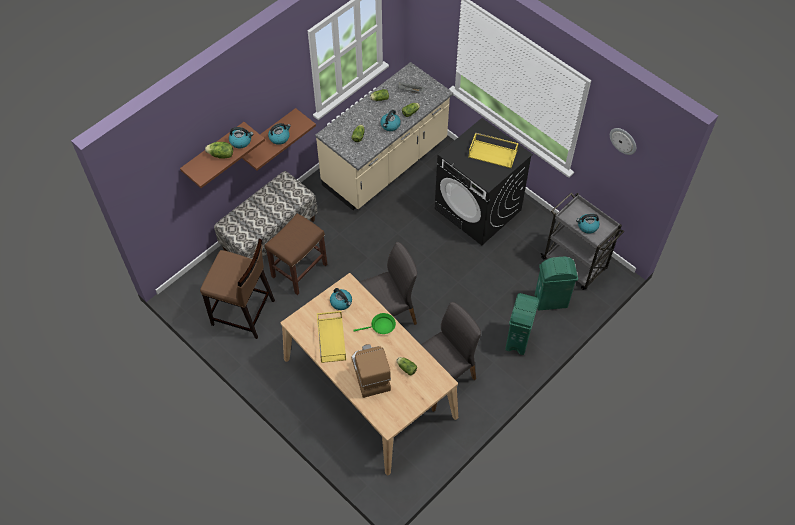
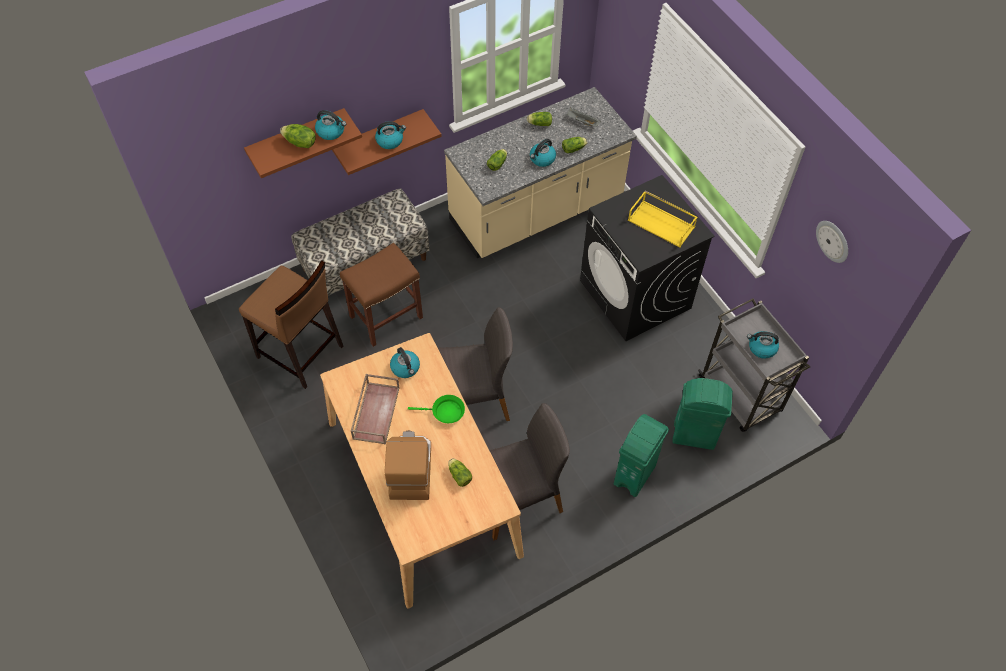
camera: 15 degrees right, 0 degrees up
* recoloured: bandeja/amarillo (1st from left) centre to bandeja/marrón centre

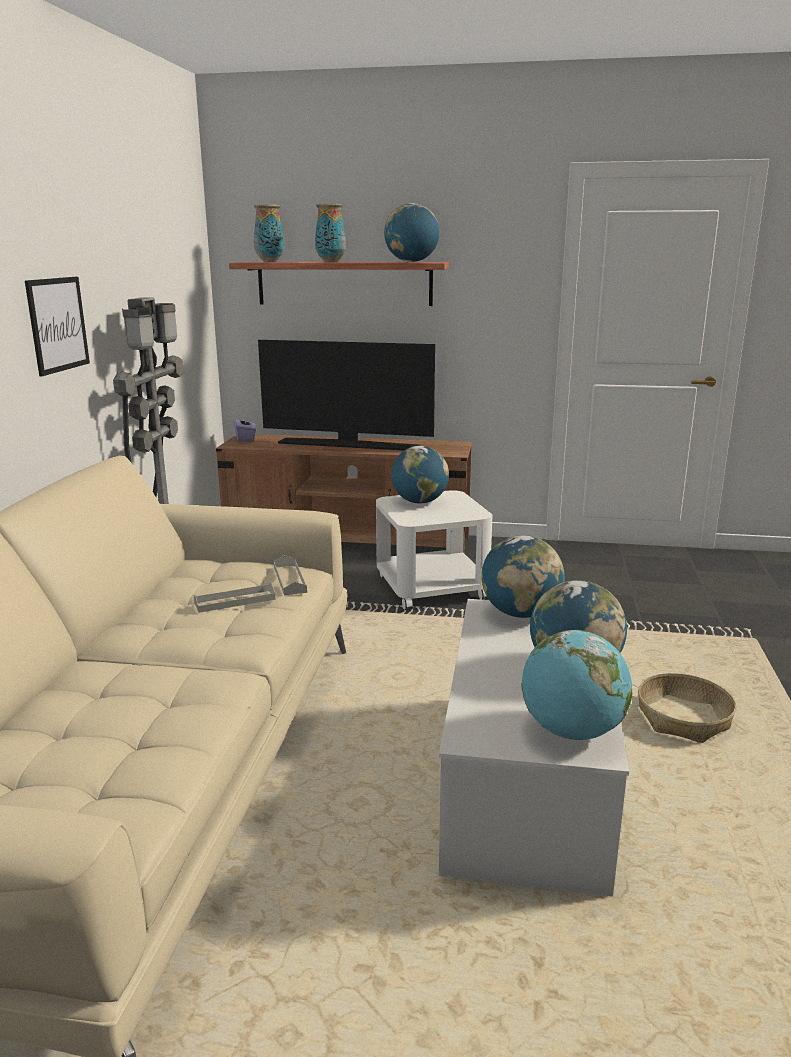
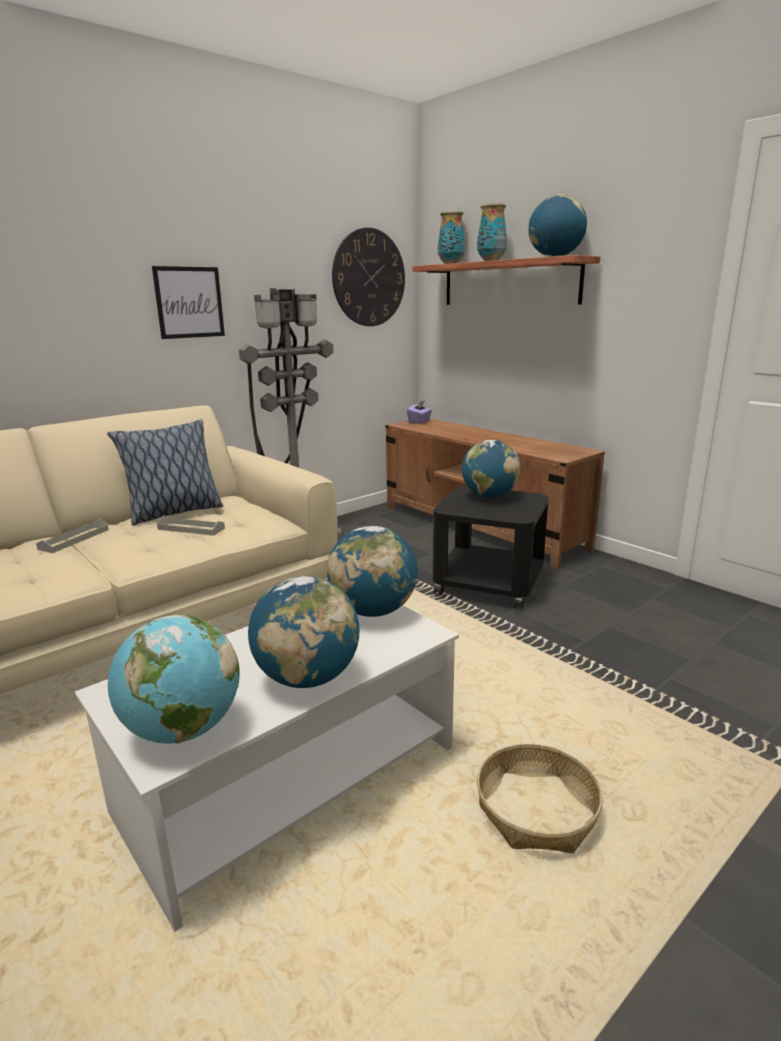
camera: 40 degrees right, 0 degrees up
* moved: bandeja/gris (2nd from left in the first image) centre to bandeja/gris (1st from left) middle left
* added: cojín middle left
* added: reloj de pared top centre
* recoloured: mesa auxiliar/blanco centre to mesa auxiliar/negro centre
* removed: televisor centre

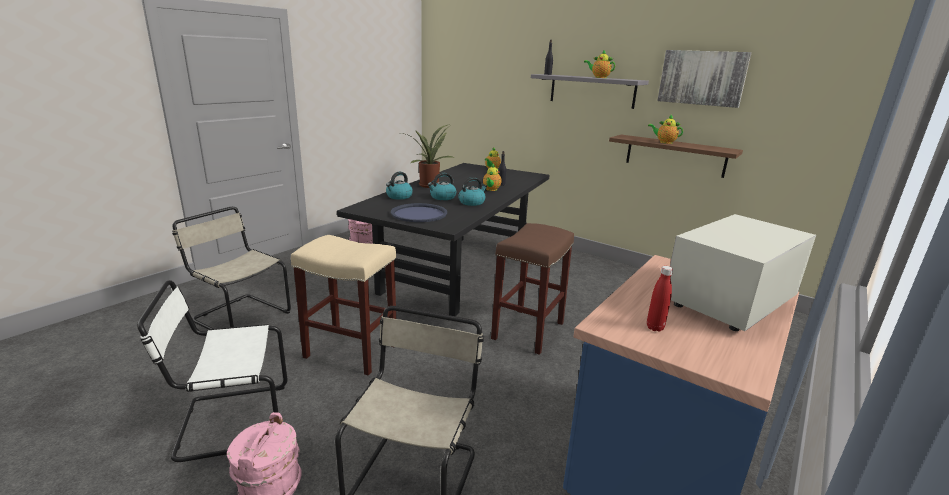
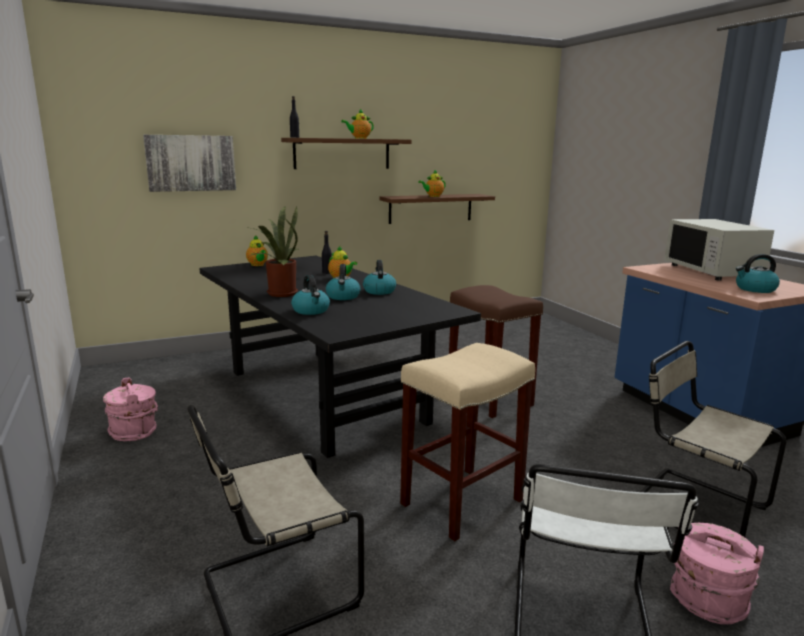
camera: 60 degrees left, 5 degrees down
* moved: cuadro top right to top left
* recoloured: estante/gris top centre to estante/marrón (1st from left) top centre
* replaced: botella/rojo middle right to hervidor (4th from left) middle right
* removed: bandeja/azul centre

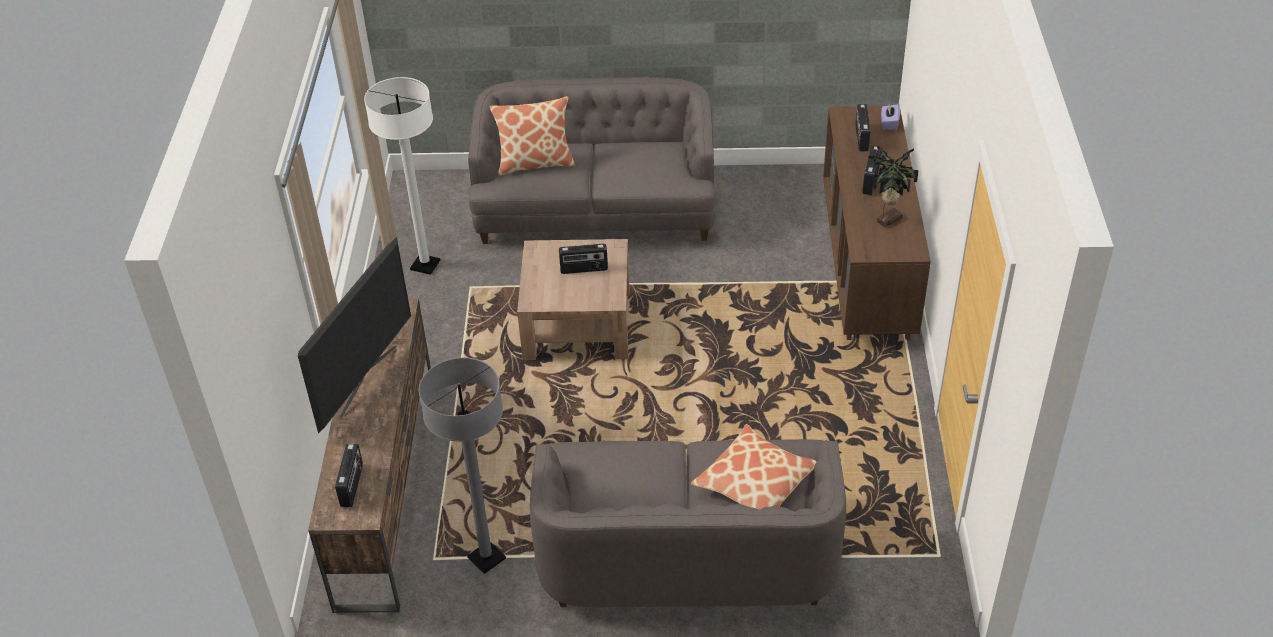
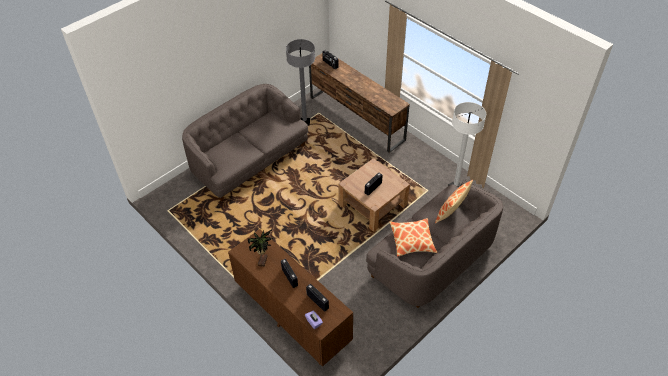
camera: 135 degrees right, 5 degrees up
* moved: cojín (2nd from left in the first image) bottom centre to cojín (1st from left) centre
* removed: televisor middle left

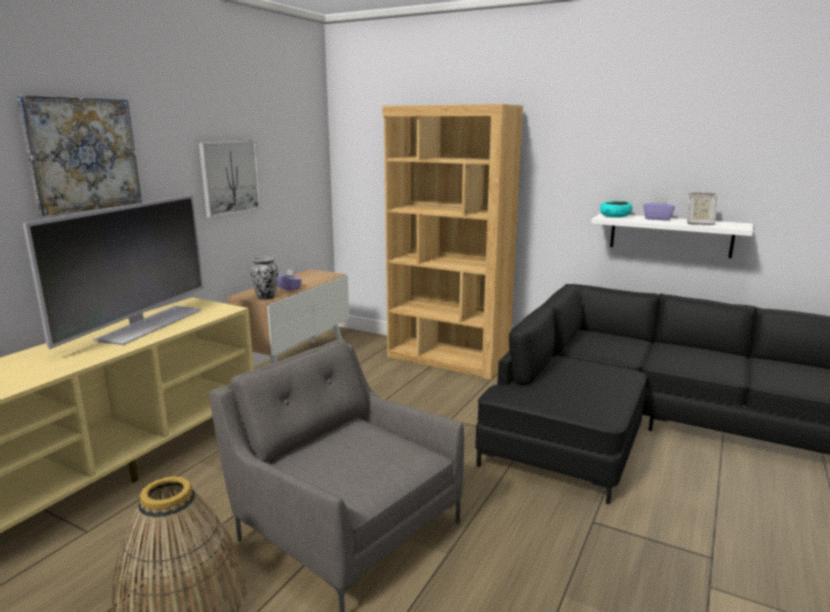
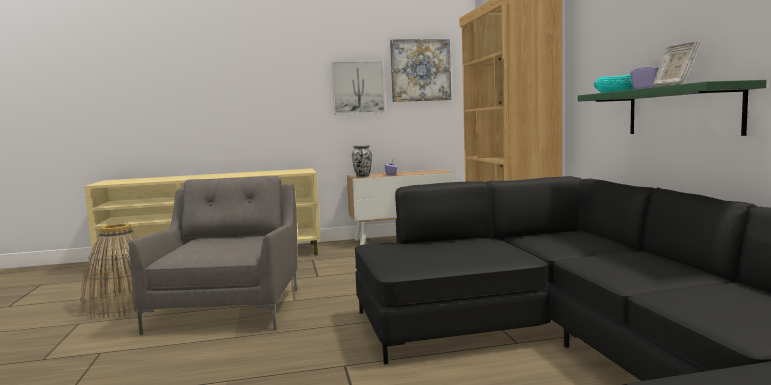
camera: 50 degrees right, 10 degrees down
* moved: cuadro (1st from left in the first image) top left to cuadro (2nd from left) top centre
* recoloured: estante/blanco middle right to estante/verde top right
* removed: televisor middle left

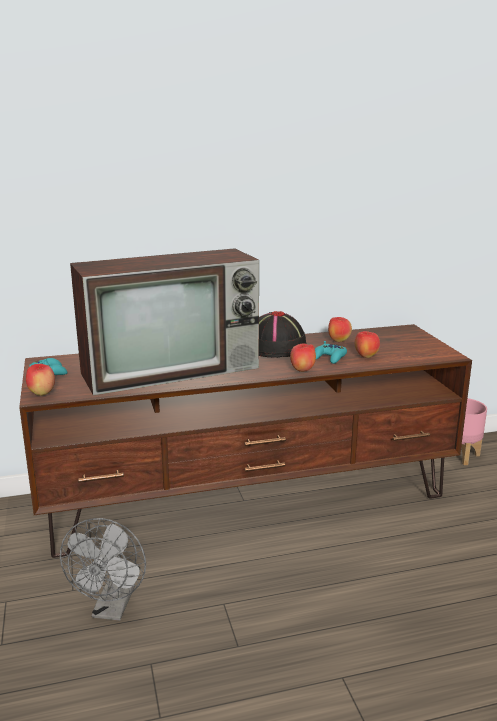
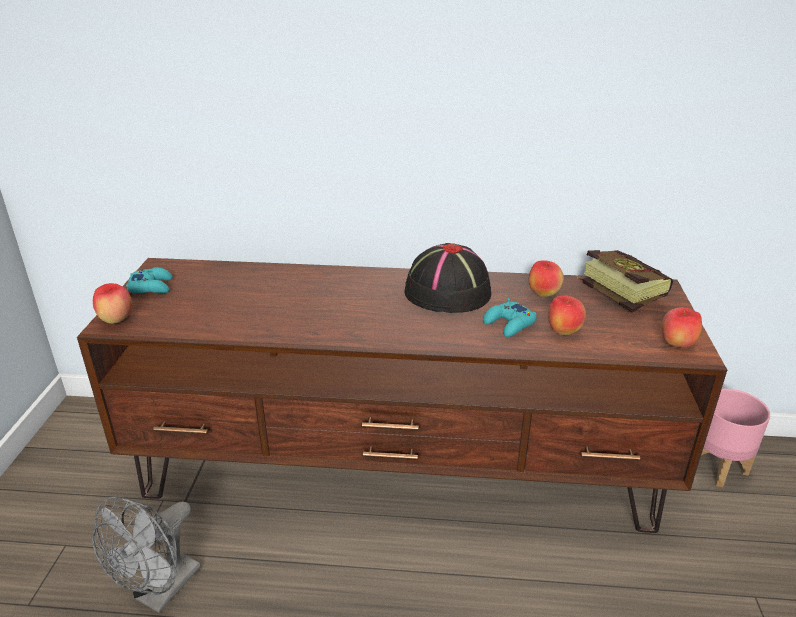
camera: 20 degrees right, 10 degrees up
* added: libro middle right
* moved: manzana (2nd from left in the first image) centre to manzana (4th from left) middle right
* removed: televisor middle left

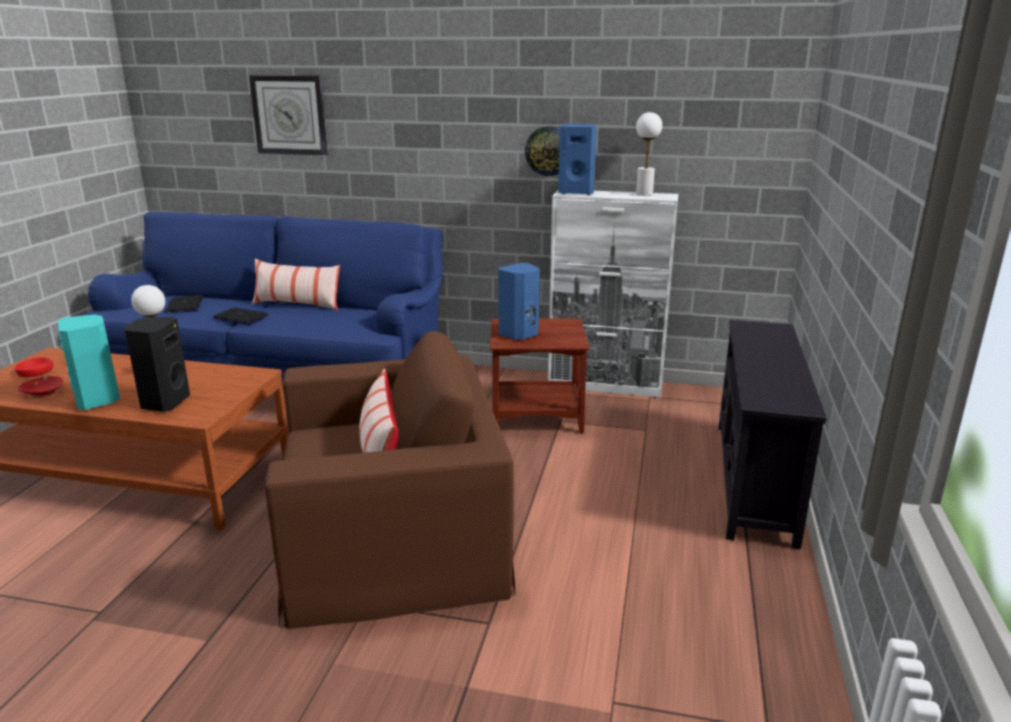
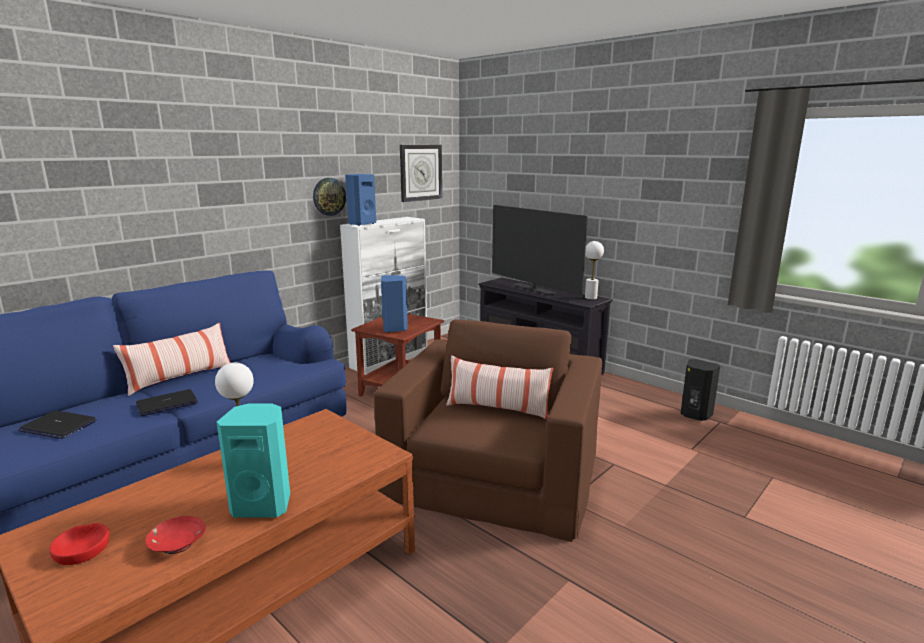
camera: 60 degrees left, 5 degrees down
* moved: reloj de pared (1st from left in the first image) top left to reloj de pared (2nd from left) top centre
* added: televisor centre
* moved: lámpara de mesa/blanco (2nd from left) top centre to centre
* moved: altavoz/negro middle left to middle right

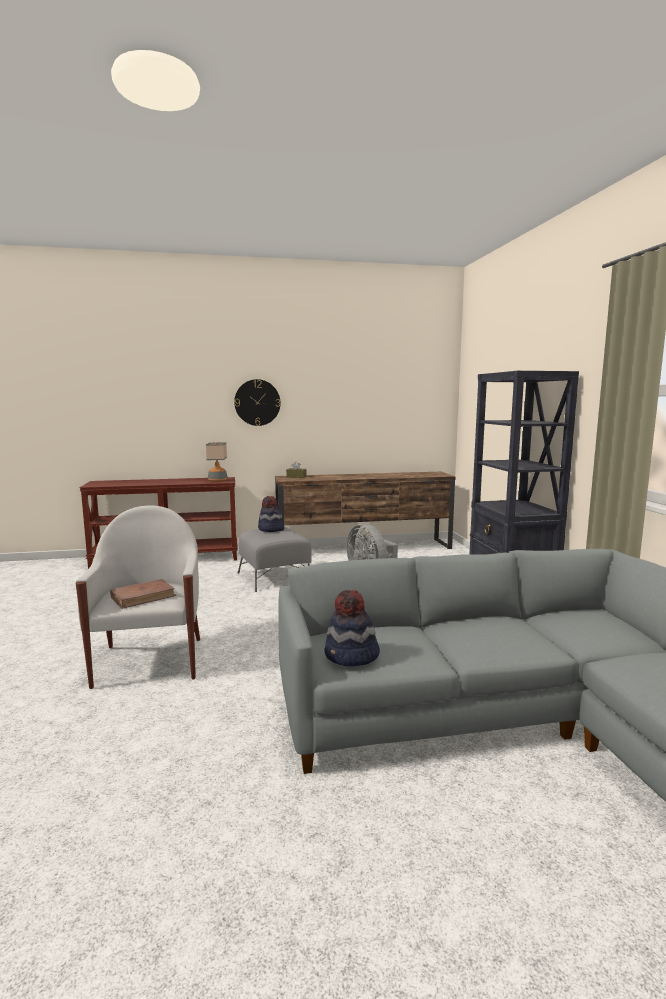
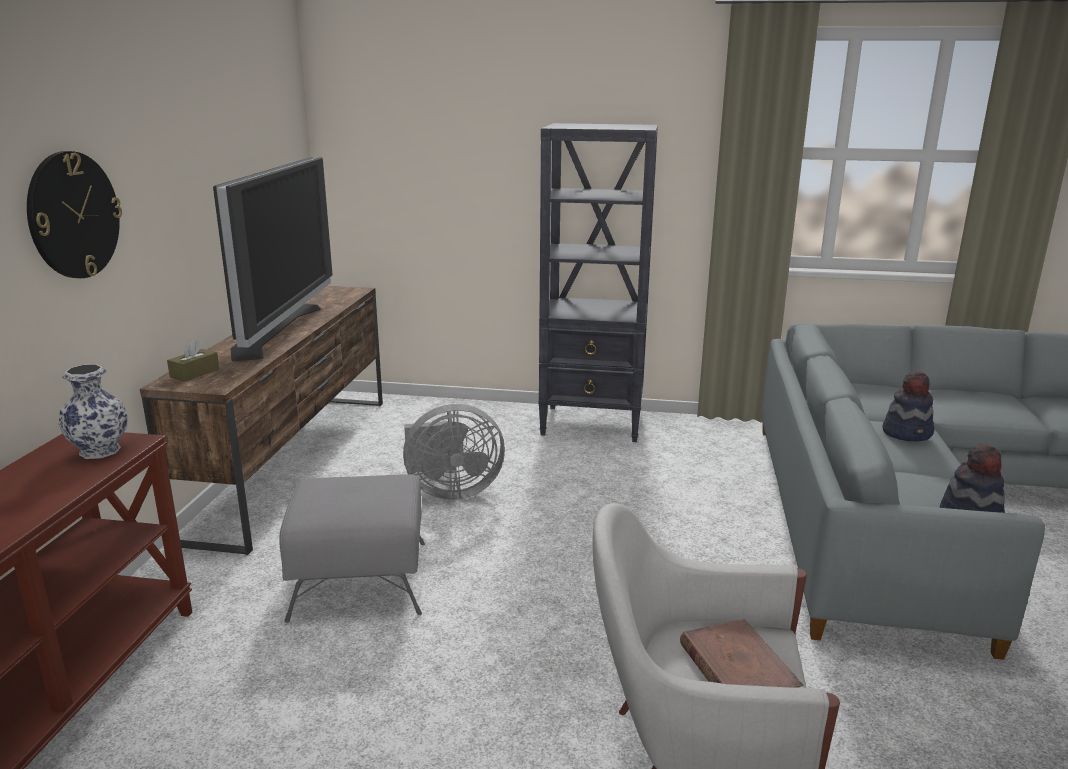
camera: 70 degrees left, 10 degrees up
* replaced: lámpara de mesa middle left to florero middle left
* added: televisor middle left
* moved: sombrero (1st from left) centre to middle right

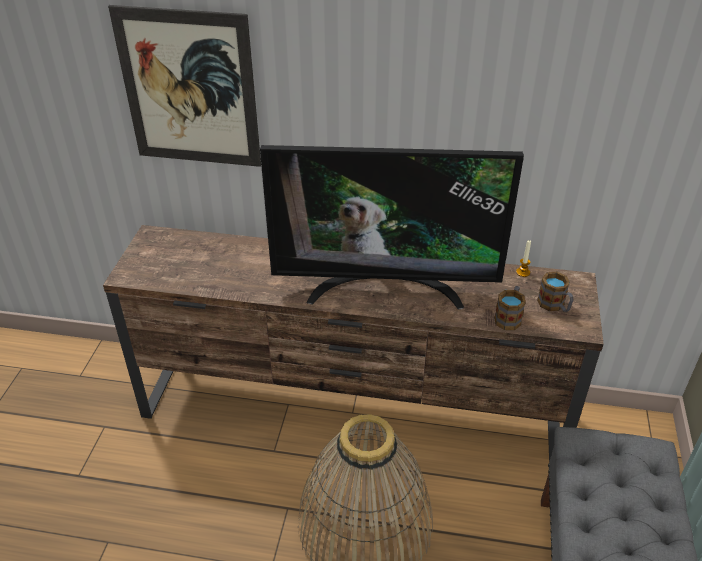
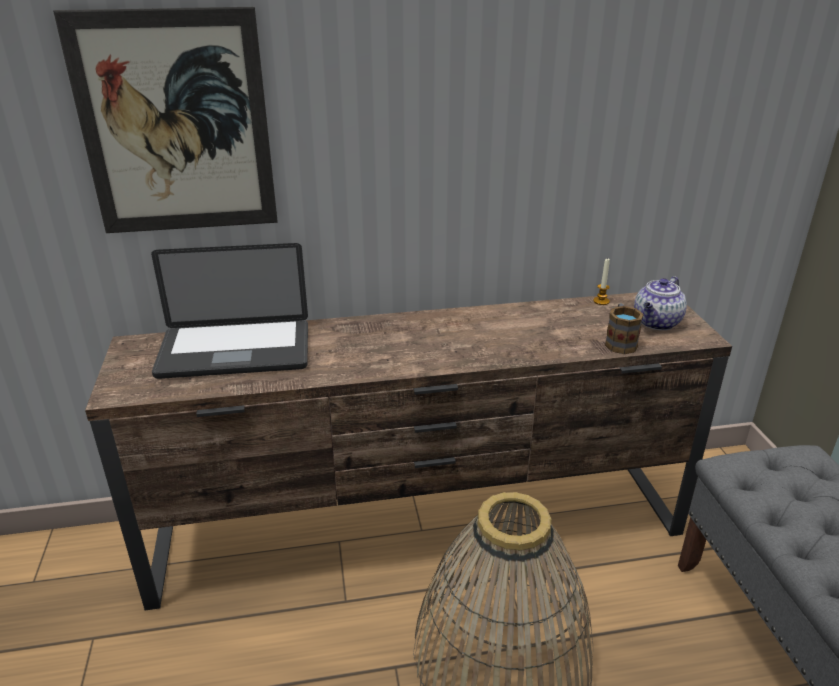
camera: 20 degrees left, 10 degrees down
* added: portátil middle left
* replaced: taza grande (2nd from left) middle right to tetera middle right
* removed: televisor centre

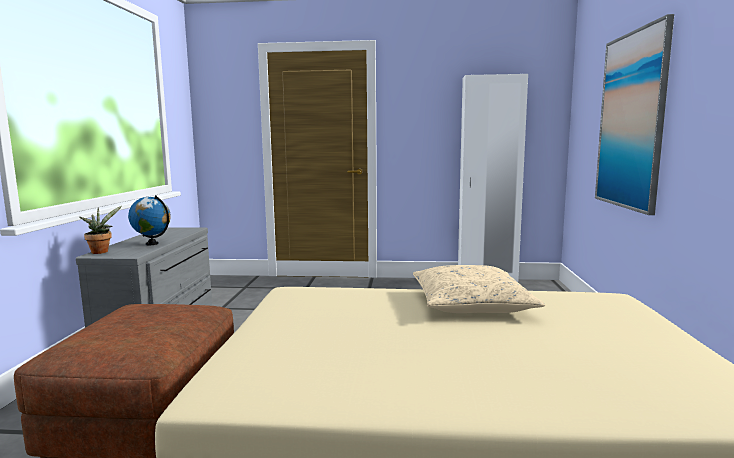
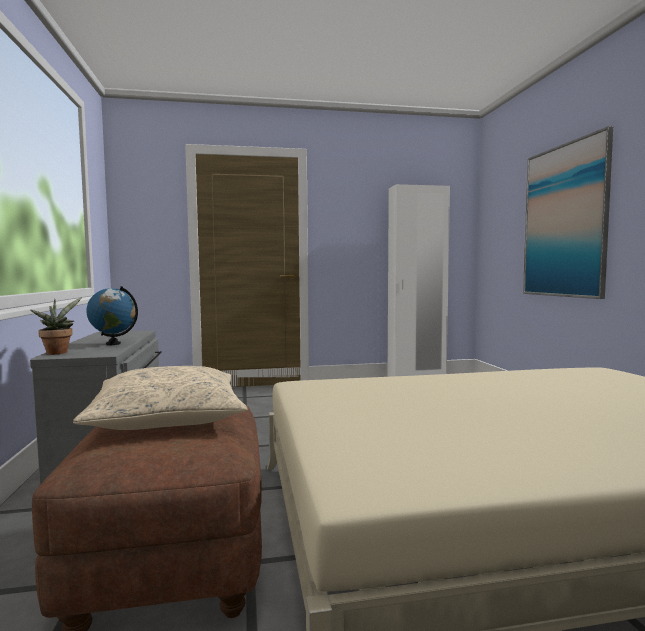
camera: 15 degrees left, 5 degrees down
* moved: cojín/beis centre to middle left

